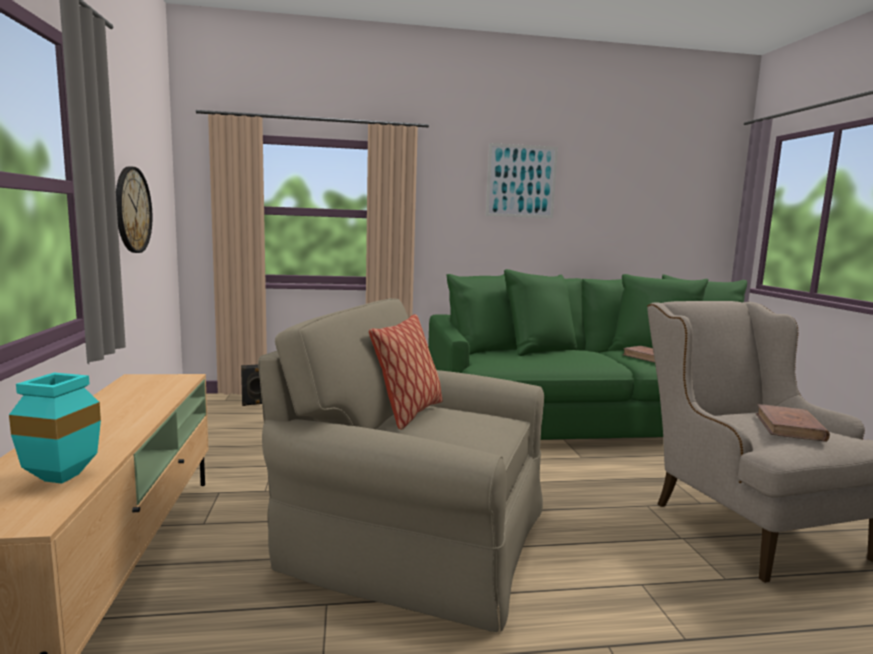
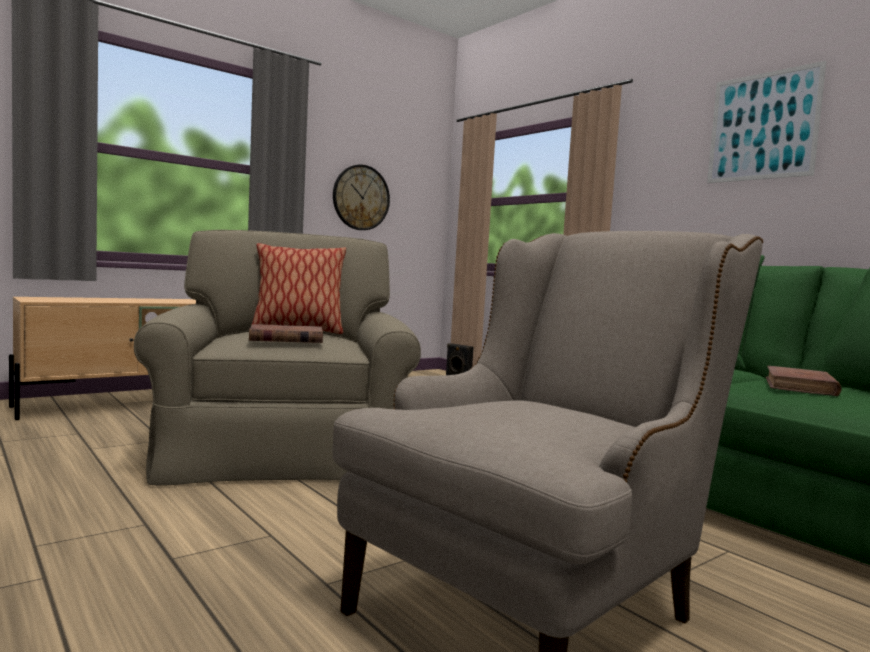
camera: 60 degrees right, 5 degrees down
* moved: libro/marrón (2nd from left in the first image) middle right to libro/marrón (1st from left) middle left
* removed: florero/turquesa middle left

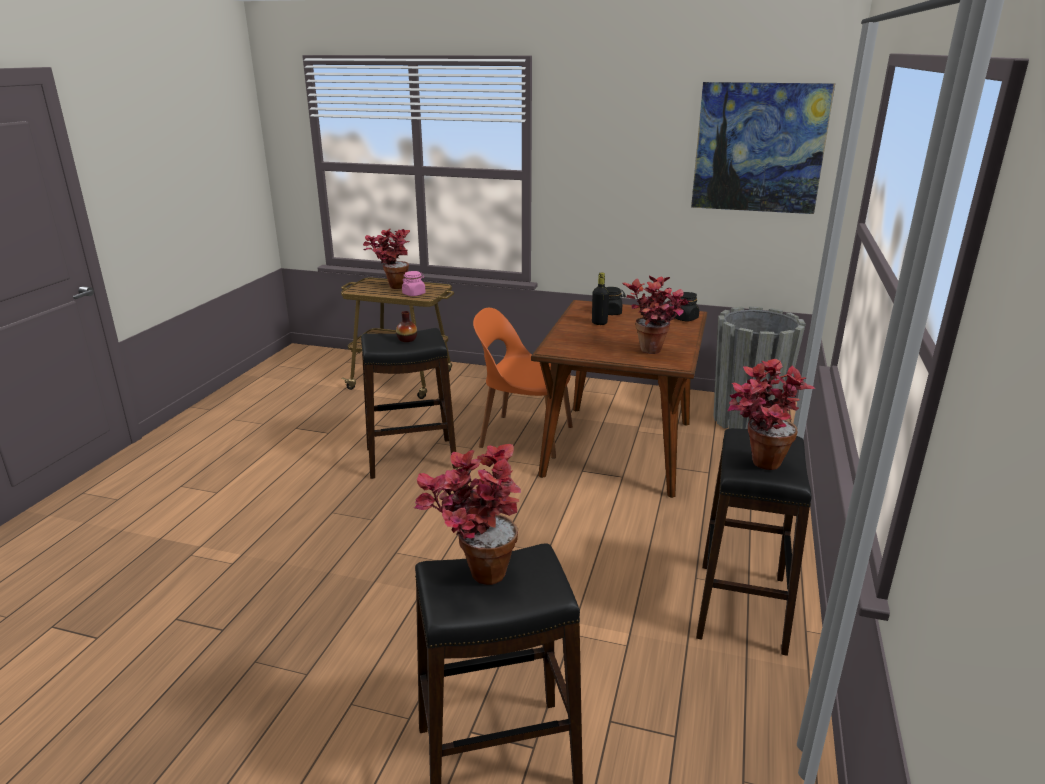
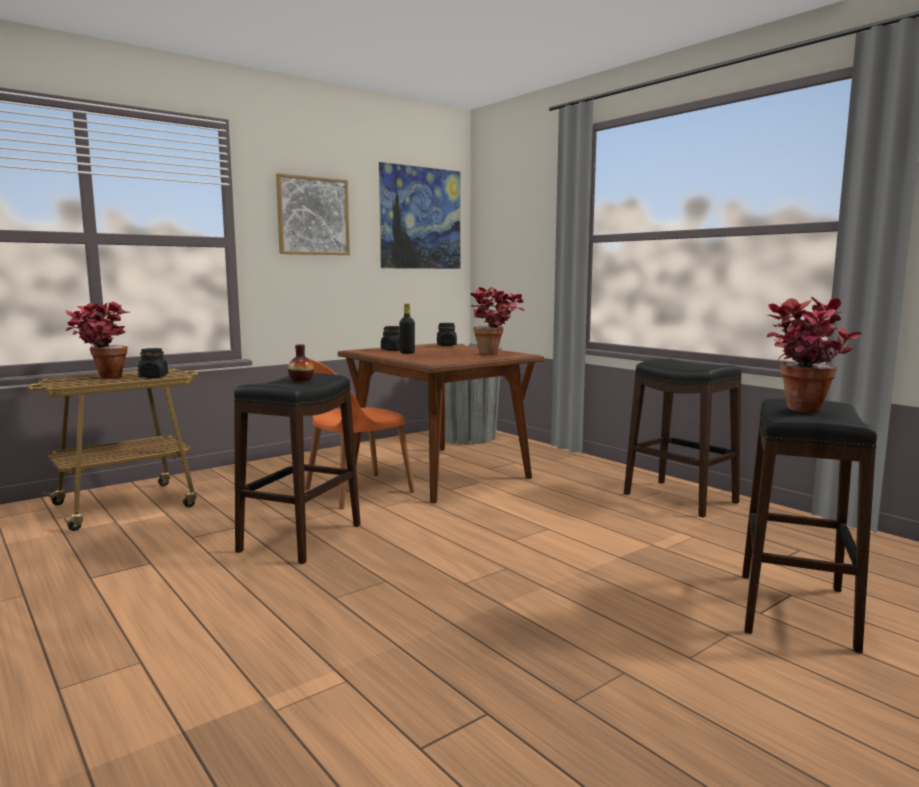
camera: 55 degrees left, 15 degrees down
* recoloured: tarro/rosa centre to tarro/negro (1st from left) middle left
* added: cuadro (1st from left) top centre
* removed: planta en maceta (4th from left) middle right

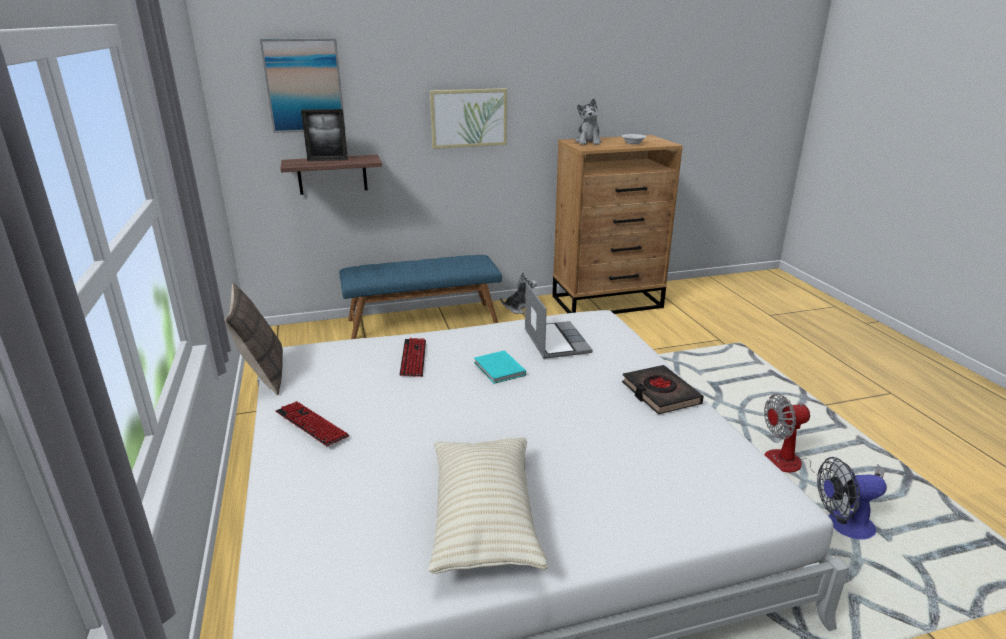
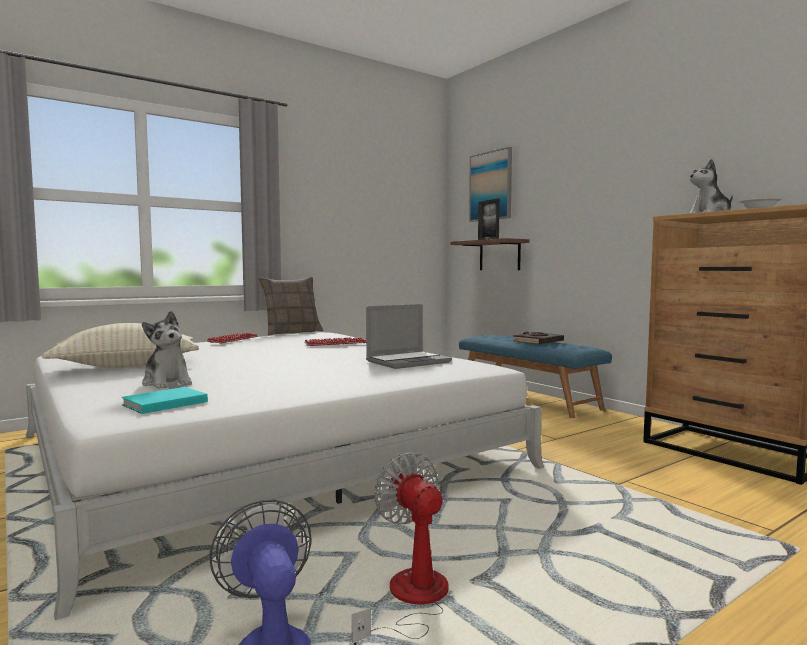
camera: 70 degrees right, 20 degrees down
* moved: libro/turquesa centre to middle left
* moved: peluche (1st from left) centre to middle left
* moved: libro/negro centre to middle right
* removed: cuadro (2nd from left) top centre

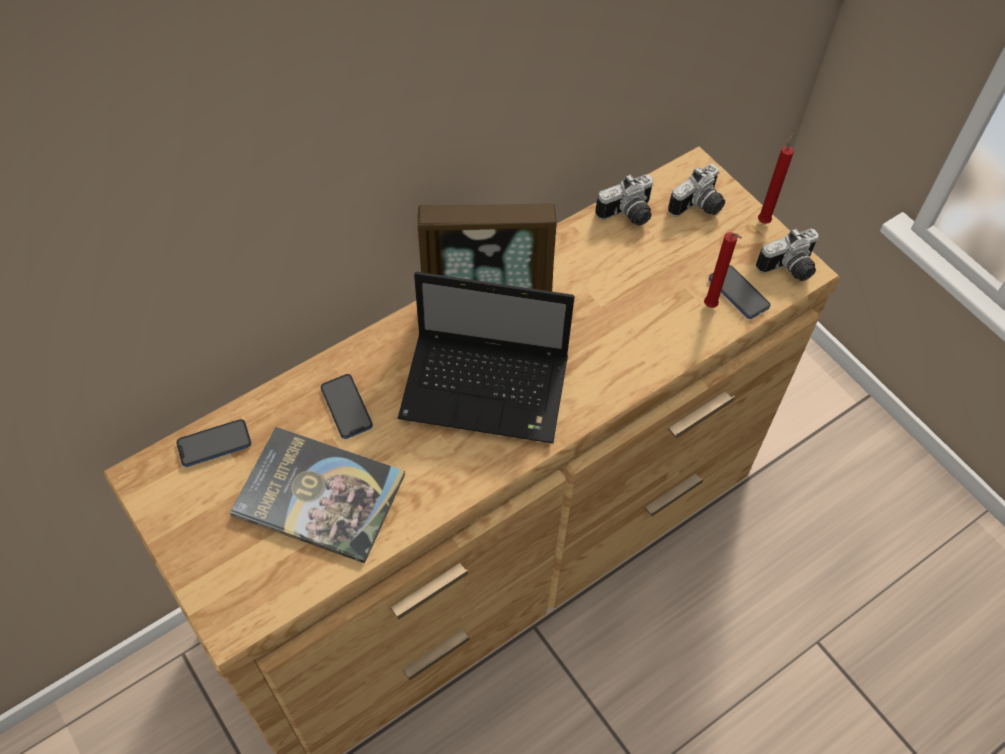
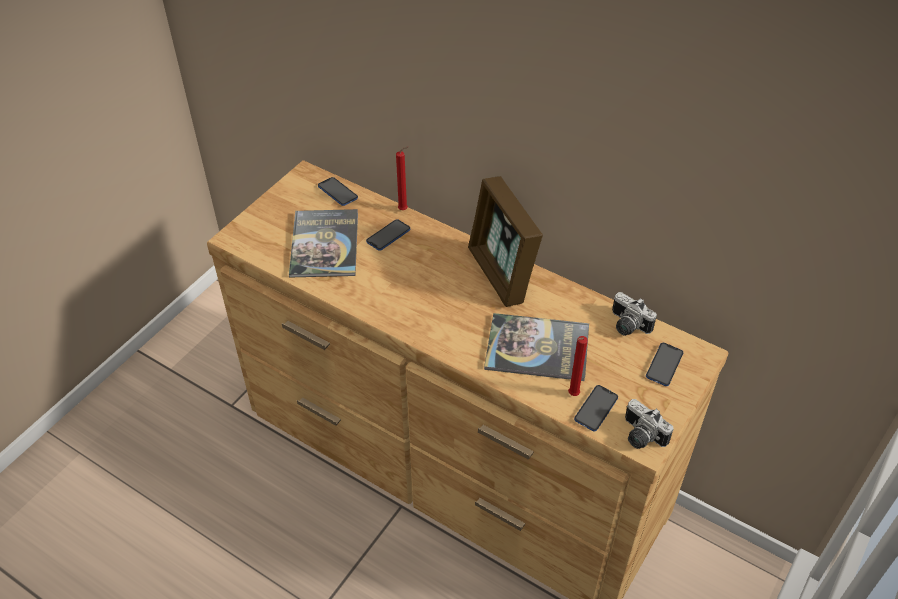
camera: 70 degrees right, 10 degrees down
* moved: vela/rojo (2nd from left in the first image) top right to vela/rojo (1st from left) top centre
* added: libro (2nd from left) centre
* replaced: cámara (2nd from left) top right to móvil (4th from left) middle right
* removed: portátil centre

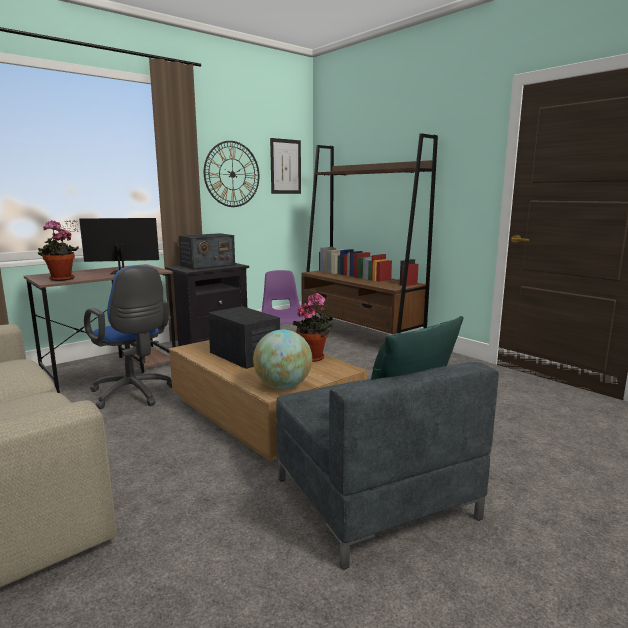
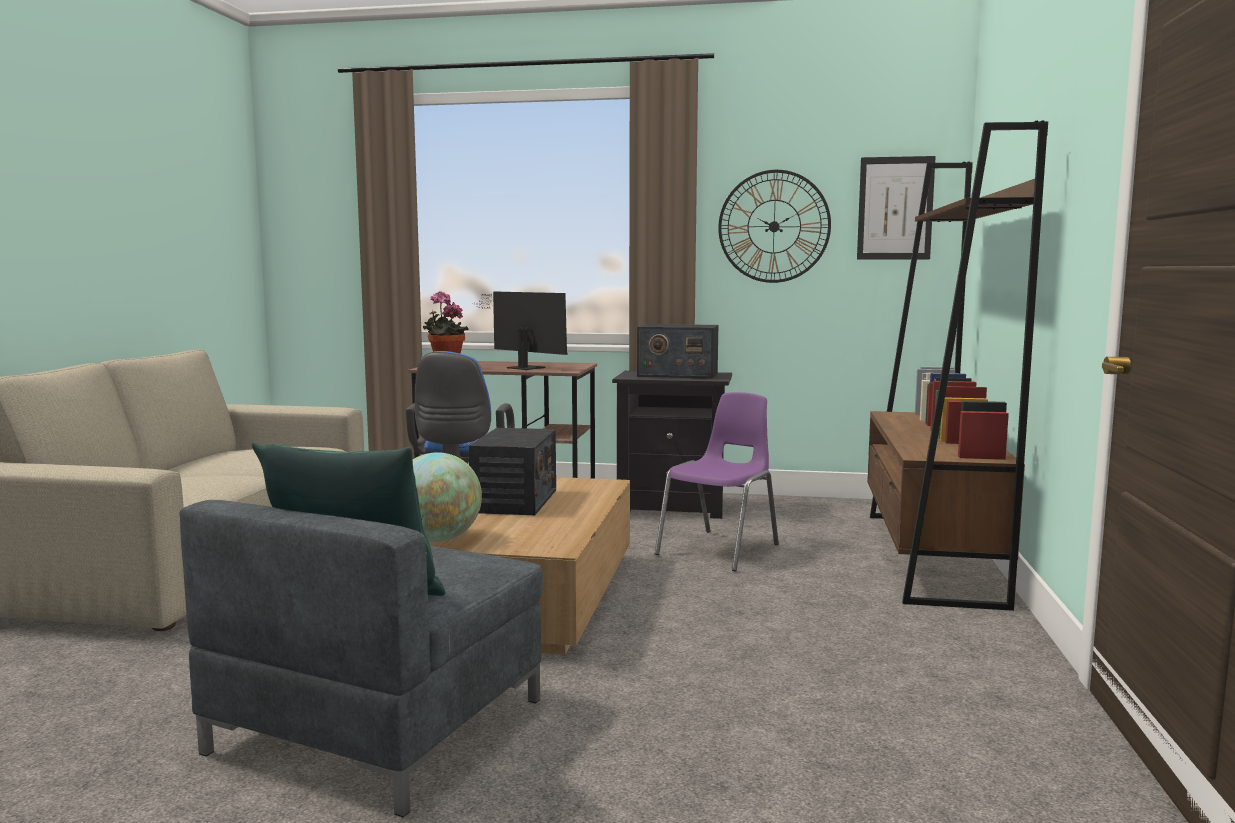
camera: 50 degrees right, 5 degrees down
* removed: planta en maceta (2nd from left) centre

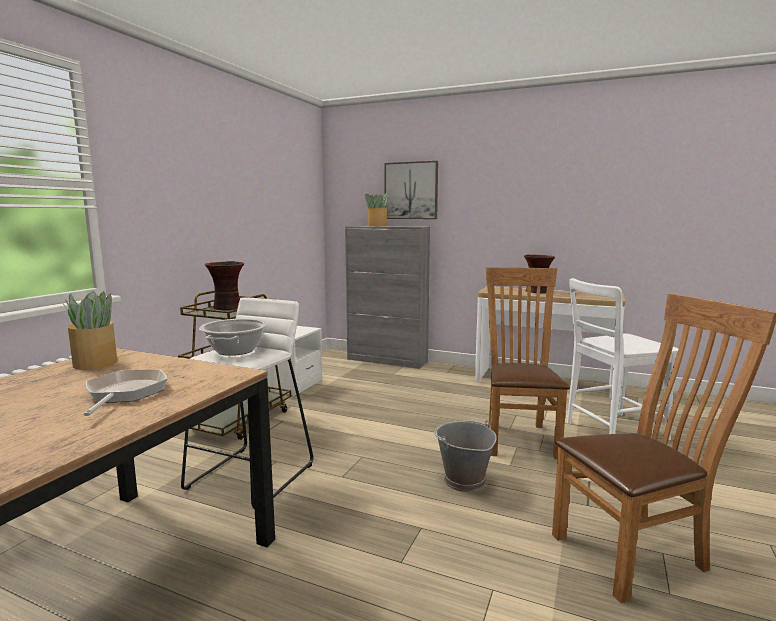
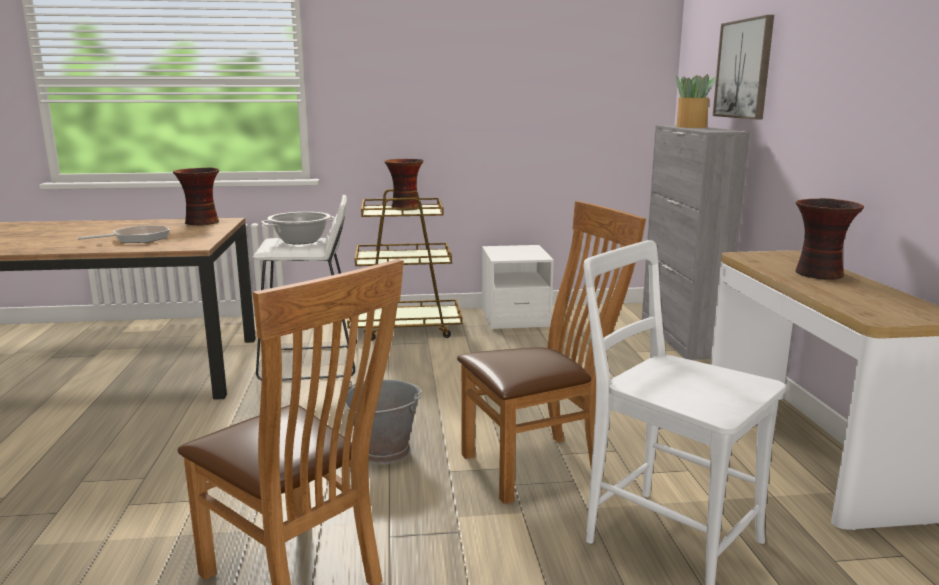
camera: 60 degrees right, 5 degrees up
* replaced: planta en maceta (1st from left) middle left to florero (1st from left) middle left

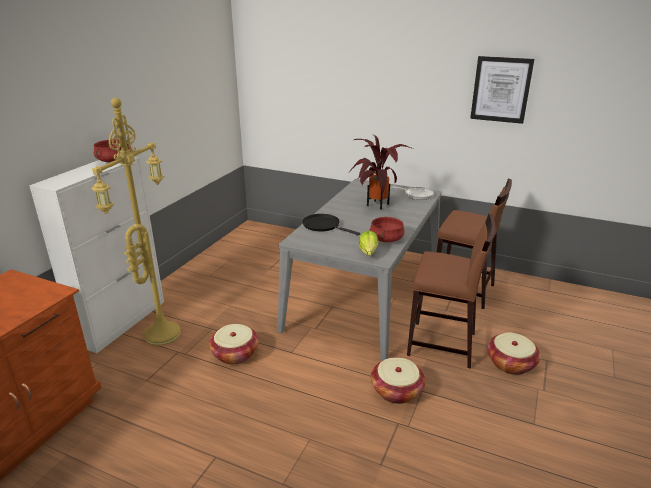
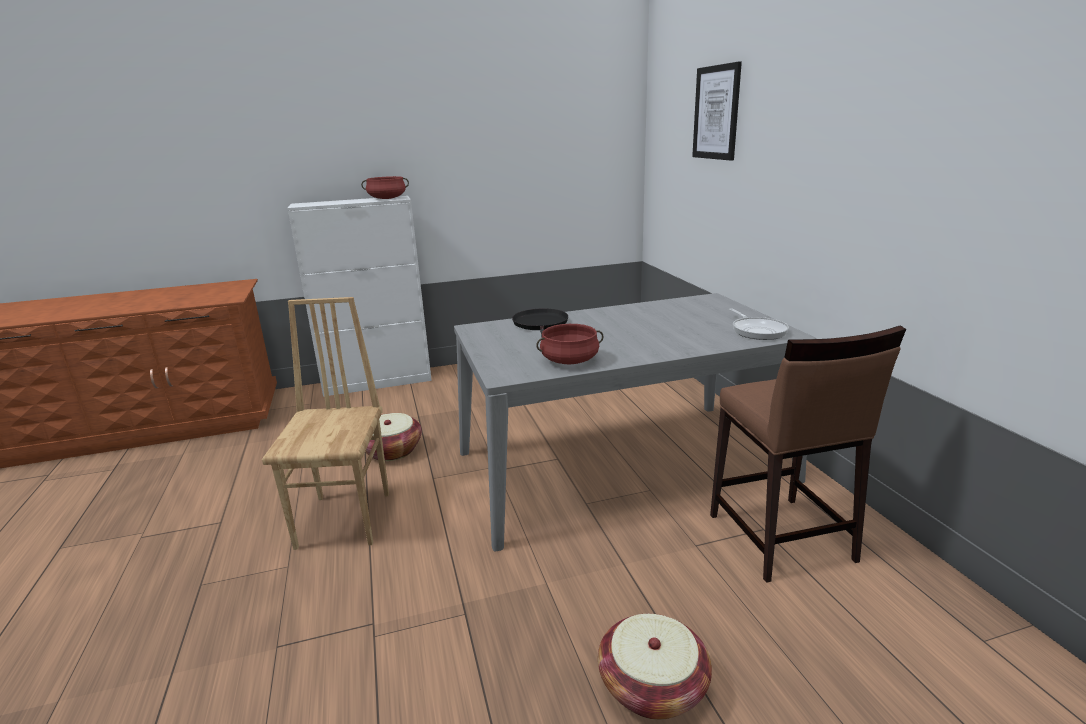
camera: 50 degrees right, 5 degrees down
* added: silla/marrón middle left
* moved: cuadro top right to top centre
* removed: lámpara de pie/amarillo middle left
* removed: planta en maceta centre
* removed: lechuga centre
* removed: cesta (2nd from left) bottom centre
* removed: taburete/marrón (1st from left) middle right

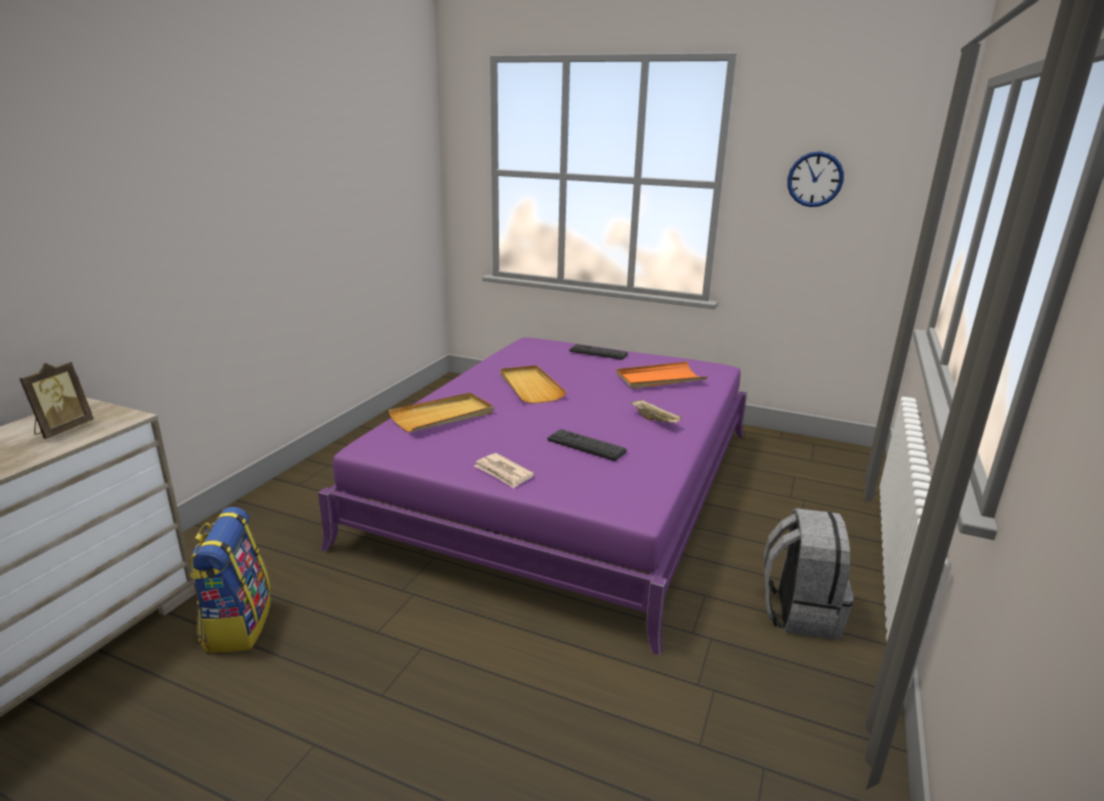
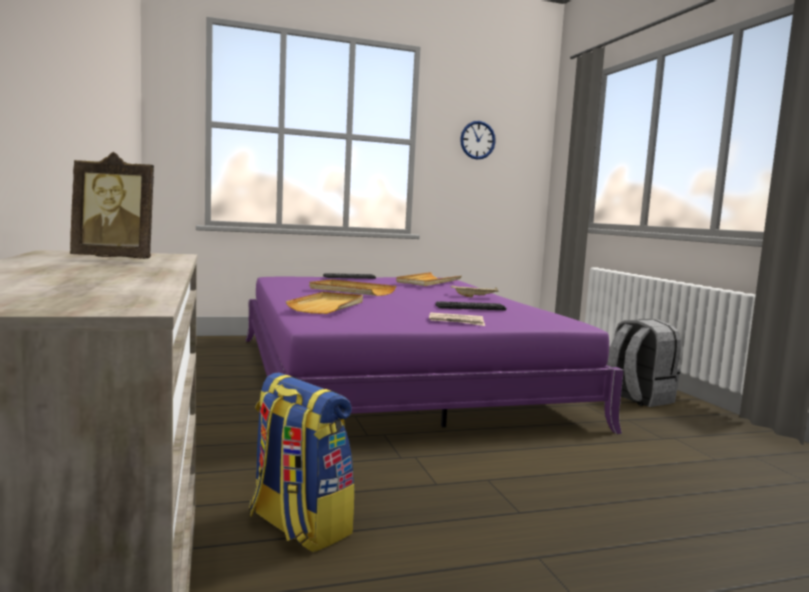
camera: 40 degrees left, 15 degrees down
* turned: portarretratos middle left = middle left 105 degrees clockwise
* recoloured: bandeja/naranja centre to bandeja/beis (3rd from left) centre

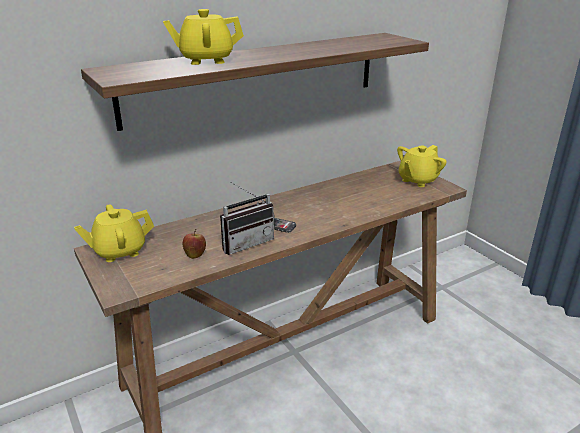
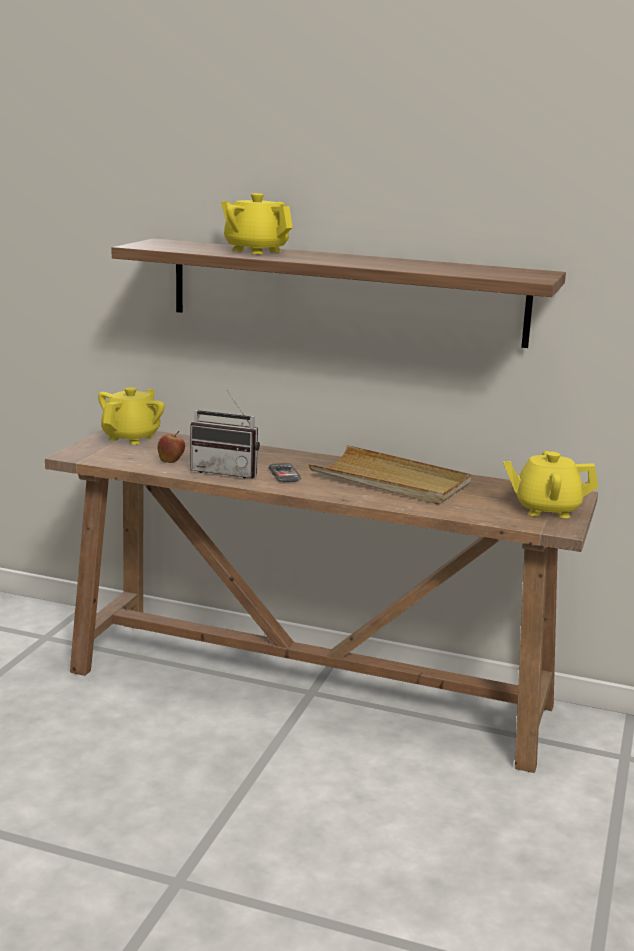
camera: 50 degrees right, 10 degrees down
* turned: tetera/amarillo (1st from left) middle left = middle left 90 degrees clockwise
* added: bandeja/beis centre

